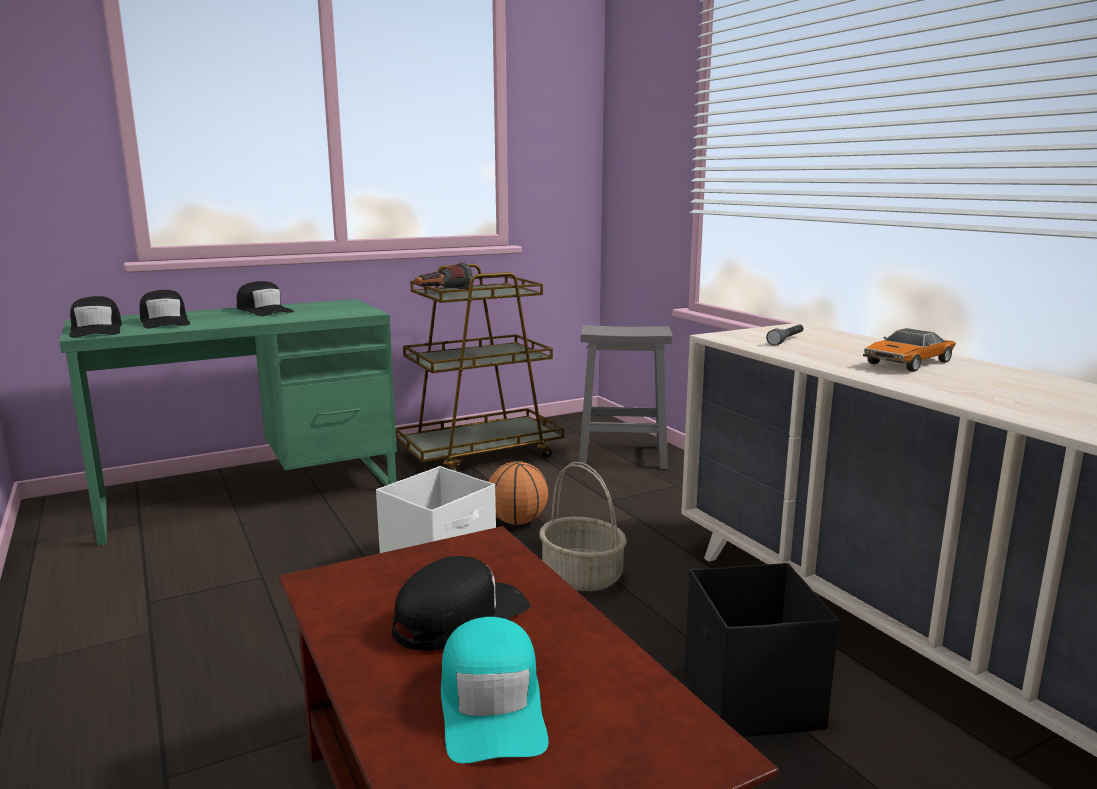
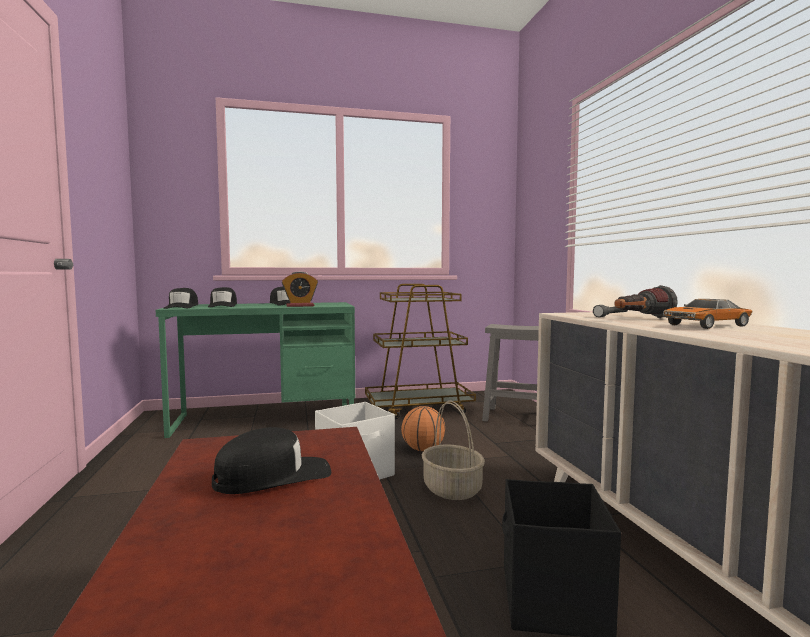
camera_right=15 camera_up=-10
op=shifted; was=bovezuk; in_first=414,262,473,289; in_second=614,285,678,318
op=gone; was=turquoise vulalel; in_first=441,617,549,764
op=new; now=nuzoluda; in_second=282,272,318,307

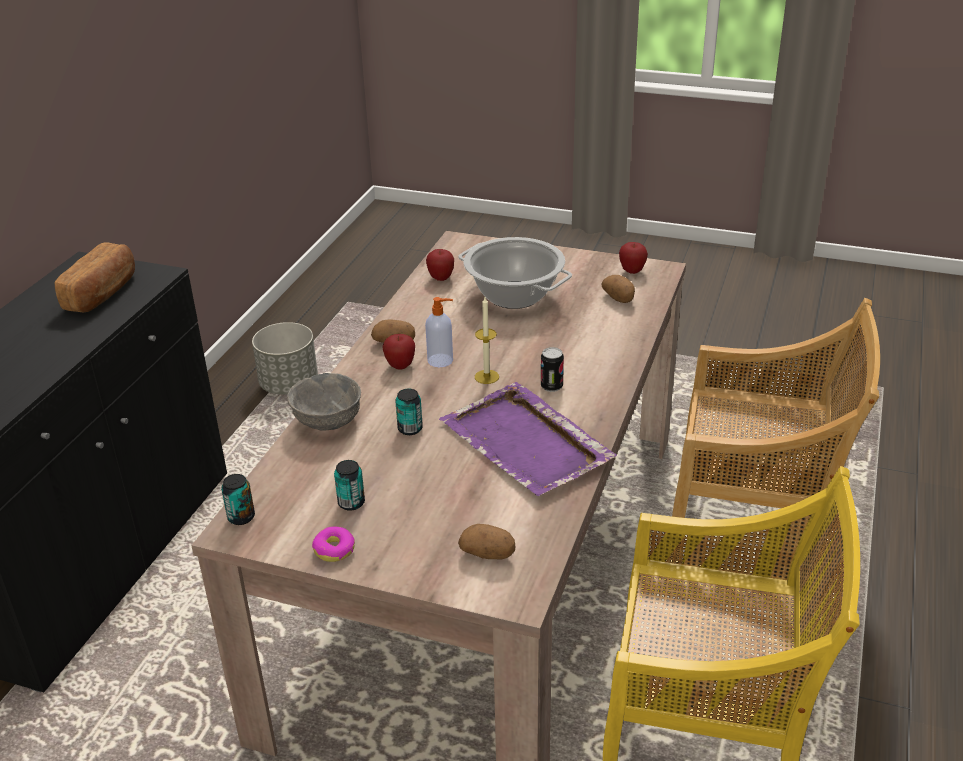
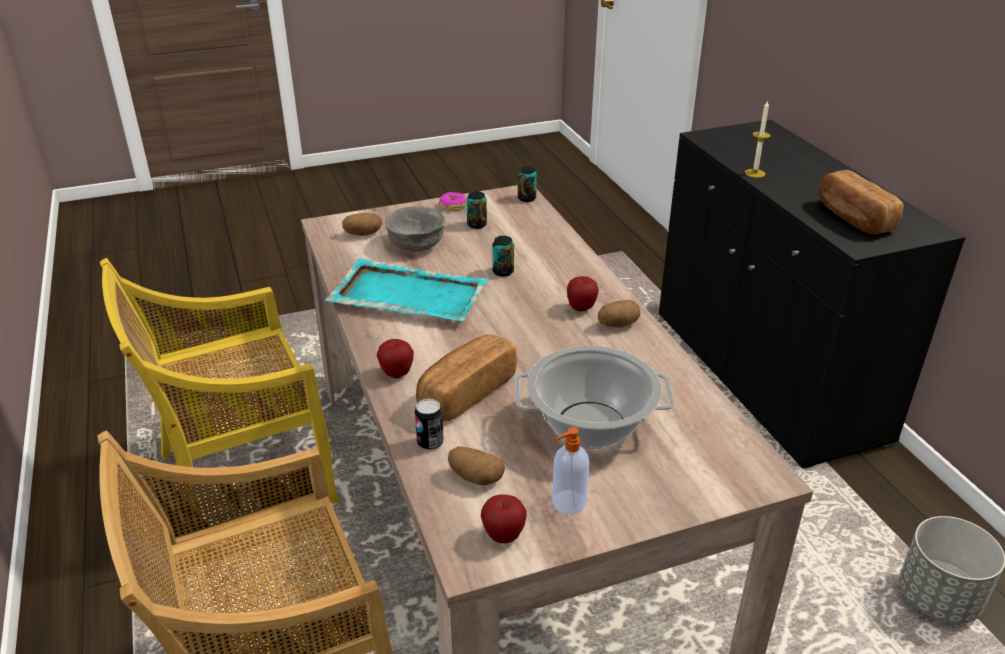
camera_right=140 camera_up=0
op=shifted; was=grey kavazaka; in_first=287,373,361,431; in_second=385,206,446,252
op=shifted; was=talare; in_first=425,297,453,367; in_second=552,427,589,514
op=shifted; was=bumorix; in_first=426,249,454,281; in_second=377,339,414,378
op=repainted; was=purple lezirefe; now=turquoise lezirefe; in_first=439,382,617,496; in_second=325,259,489,321
op=shifted; was=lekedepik; in_first=475,297,499,384; in_second=745,100,771,178
op=shifted; was=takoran; in_first=541,347,564,392; in_second=415,399,444,450
op=new; now=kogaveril; in_second=416,334,517,422

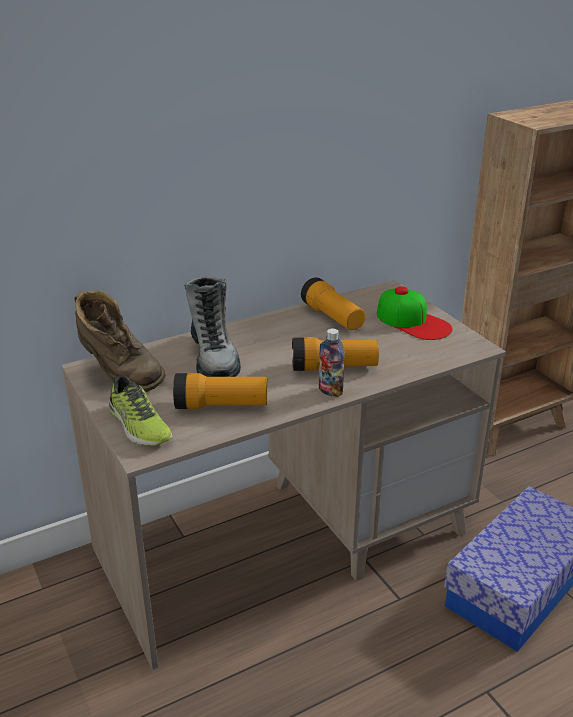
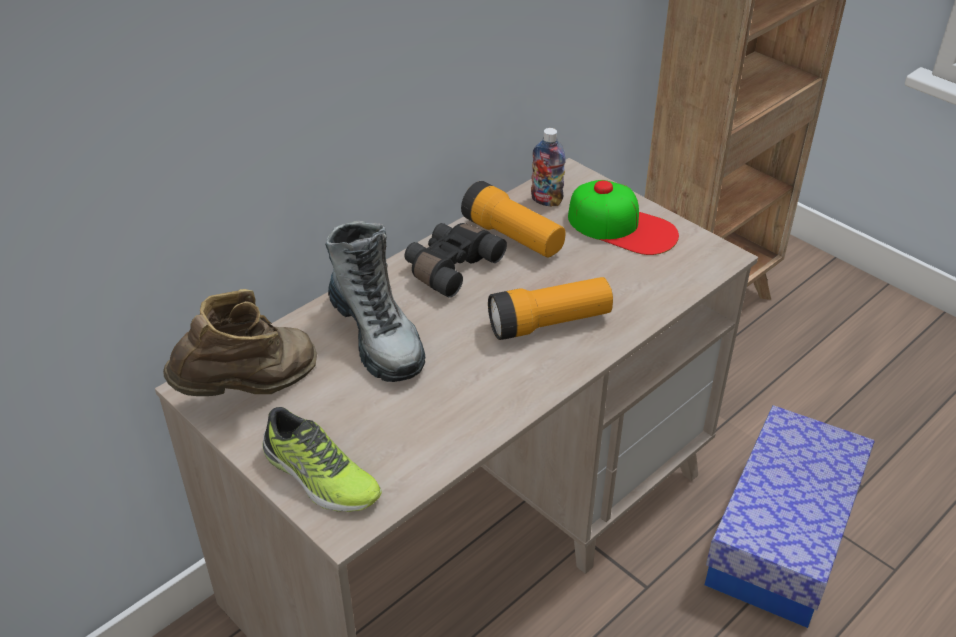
camera_right=-15 camera_up=10
op=rotated; was=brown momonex; in_first=74,290,166,392; in_second=163,289,317,396; clockwise=-60
op=gone; was=bovezuk; in_first=173,373,267,409
op=shifted; was=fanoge; in_first=319,328,344,397; in_second=531,128,566,206
op=new; now=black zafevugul; in_second=404,223,507,298

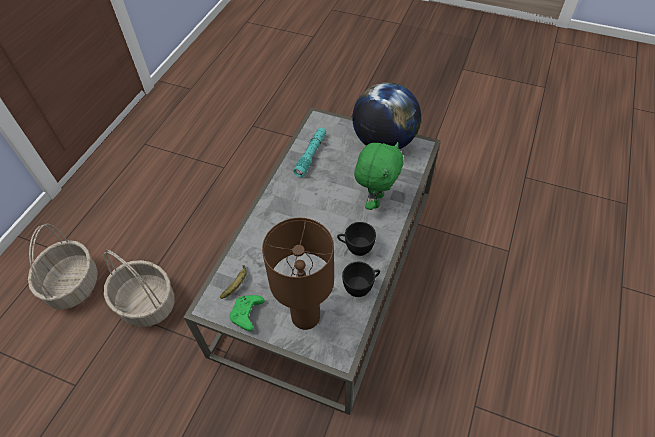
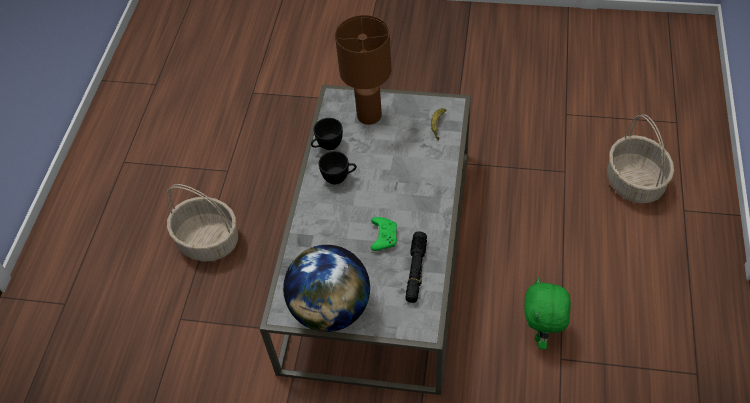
camera_right=170 camera_up=0
op=shifted; was=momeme; in_first=104,250,175,327; in_second=167,184,238,261
op=shifted; was=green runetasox; in_first=230,295,265,331; in_second=371,217,397,251
op=repainted; was=turquoise bovezuk; now=black bovezuk; in_first=293,128,326,177; in_second=406,232,427,303
op=shifted; was=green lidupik; in_first=354,142,404,210; in_second=524,277,571,350

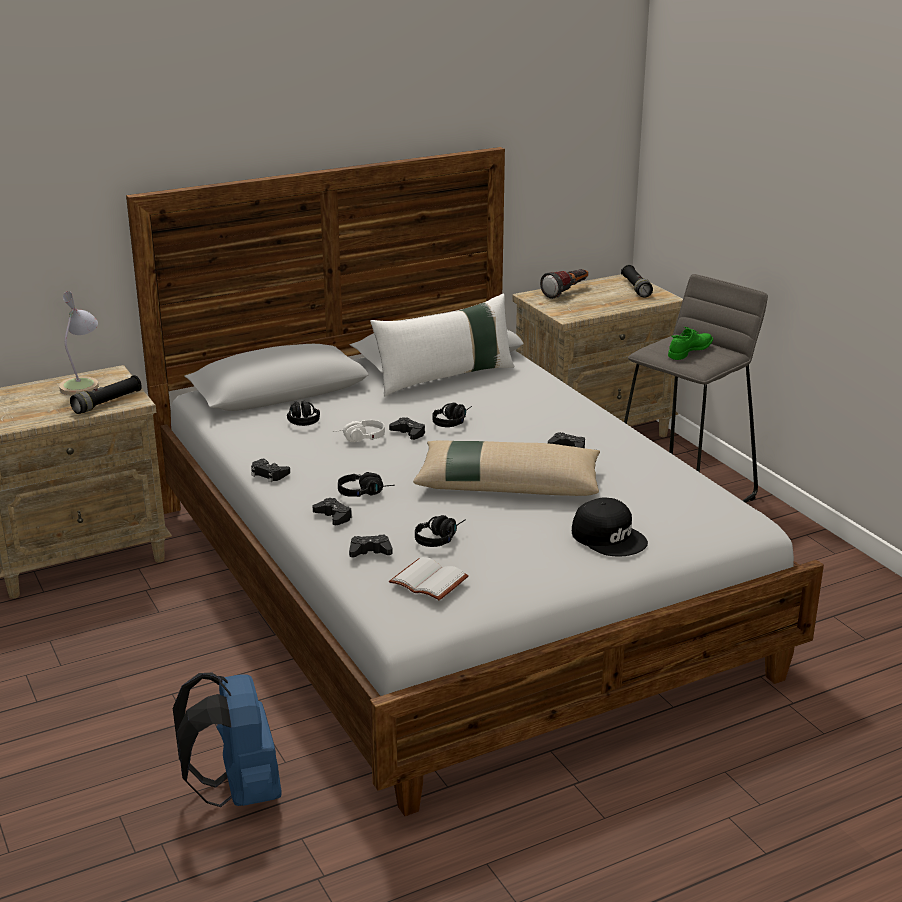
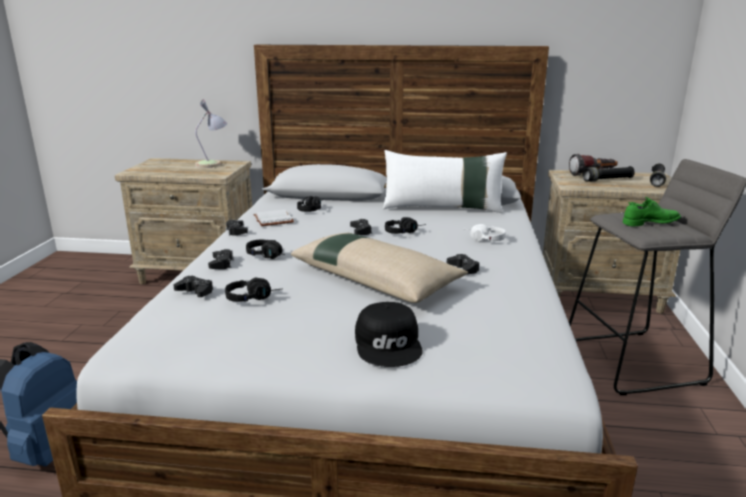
camera_right=35 camera_up=-5
op=shifted; was=black bovezuk; in_first=70,375,142,414; in_second=583,166,635,182
op=shifted; was=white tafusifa; in_first=332,420,385,442; in_second=466,224,506,241
op=shifted; was=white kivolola; in_first=389,557,469,600; in_second=253,209,294,226

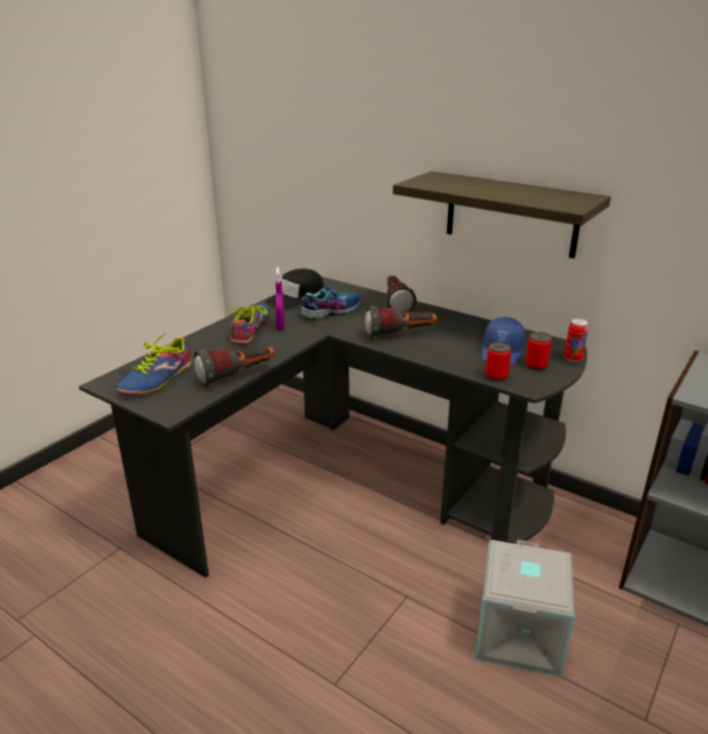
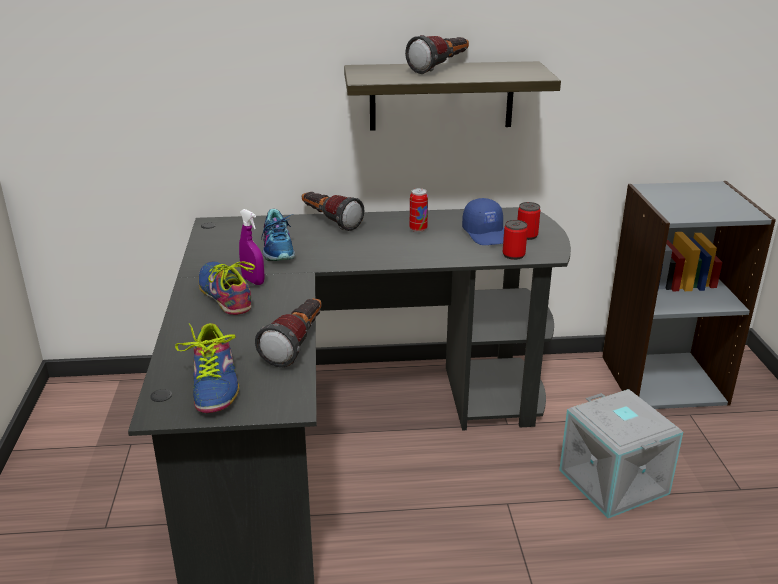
camera_right=-40 camera_up=0
op=gone; was=black vulalel; in_first=266,269,324,309
op=rotated; was=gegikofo; in_first=301,281,360,320; in_second=261,209,295,261; clockwise=150
op=shifted; was=bovezuk; in_first=365,306,437,339; in_second=405,35,469,74
op=shifted; was=takoran; in_first=564,318,588,362; in_second=410,188,428,232

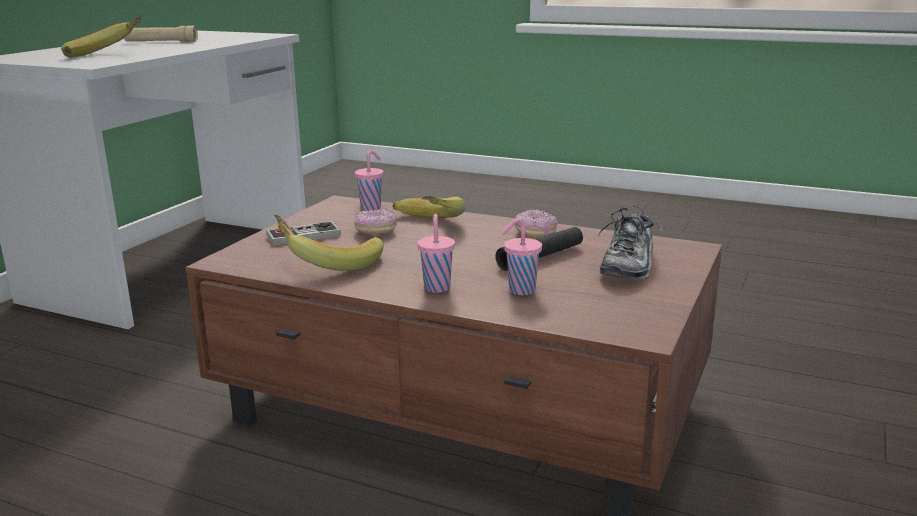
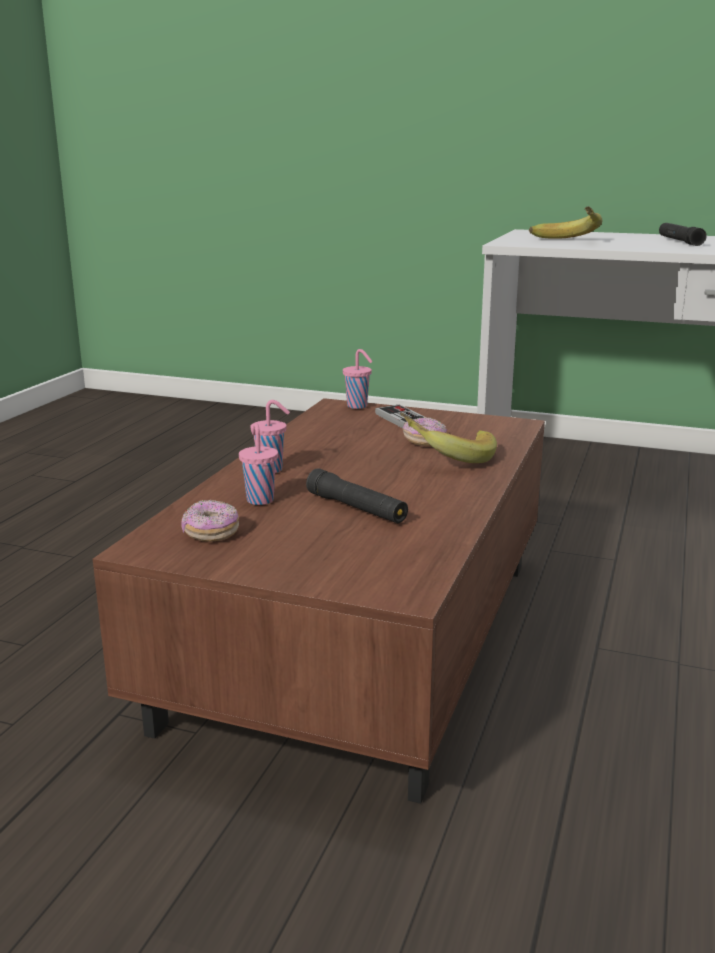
camera_right=85 camera_up=0
op=repainted; was=beige bovezuk; now=black bovezuk; in_first=124,26,198,42; in_second=659,223,707,246
op=gone; was=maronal; in_first=274,215,383,271
op=shifted; was=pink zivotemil; in_first=355,150,384,210; in_second=343,349,372,409
op=shifted; was=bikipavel; in_first=514,209,557,237; in_second=181,500,239,542
op=gone; was=gegikofo; in_first=598,206,662,280

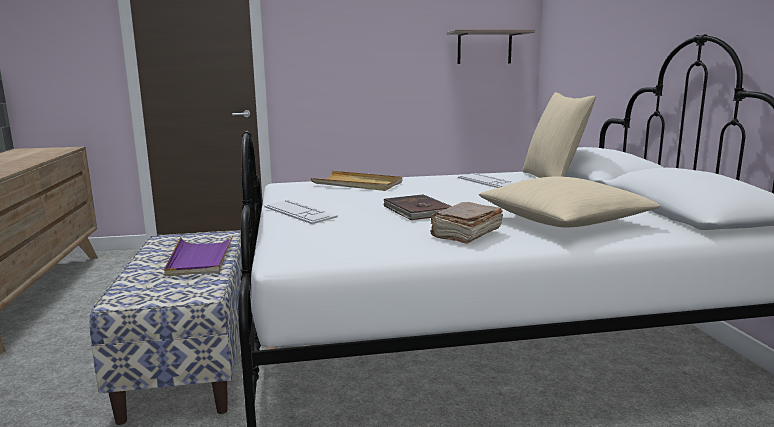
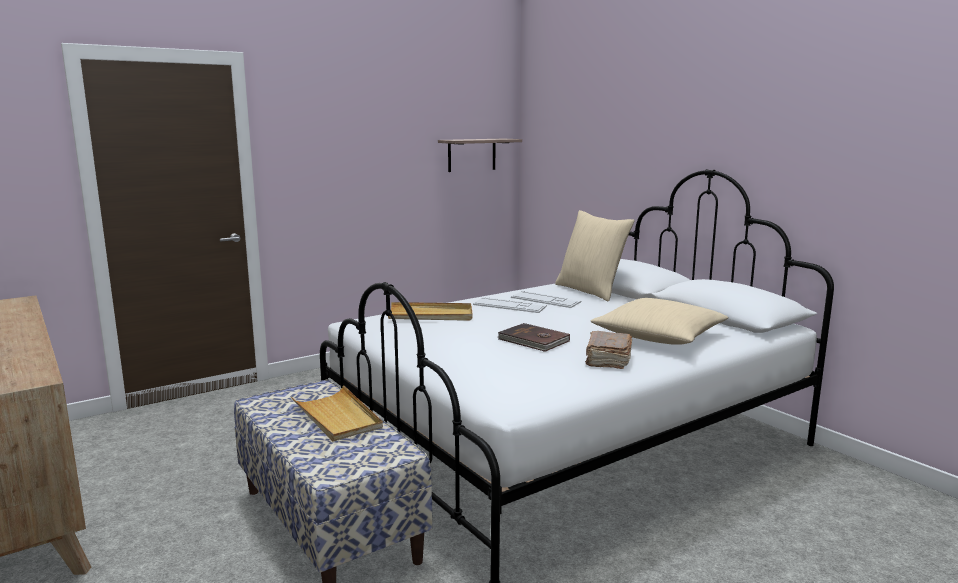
camera_right=-25 camera_up=0
op=repainted; was=purple lezirefe; now=beige lezirefe; in_first=164,234,234,276; in_second=291,385,383,442
op=shifted; was=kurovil; in_first=265,200,338,224; in_second=473,297,547,313

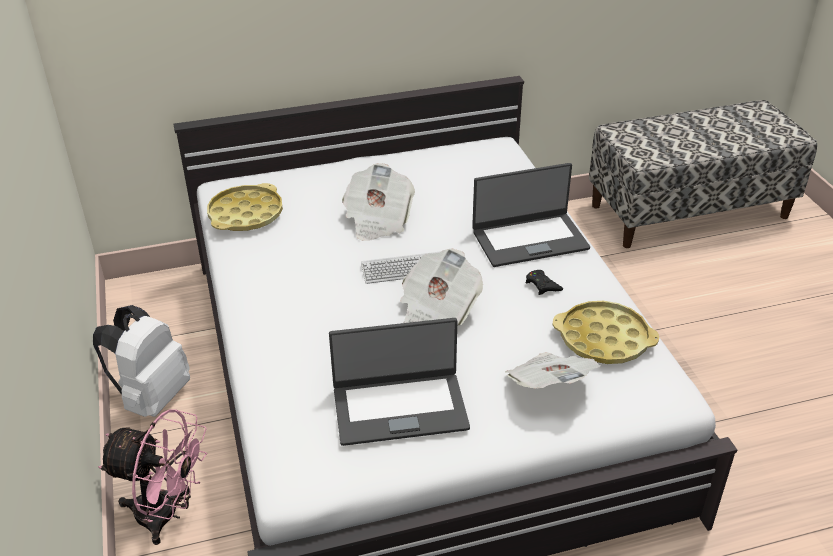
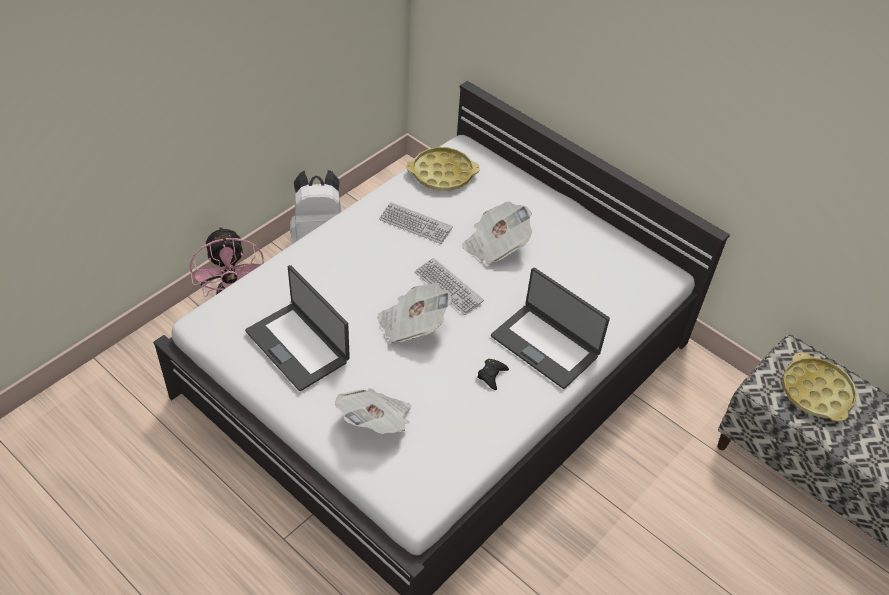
camera_right=55 camera_up=10
op=shifted; was=yellow lezirefe; in_first=553,301,659,364; in_second=782,352,857,422
op=new; now=kurovil; in_second=379,202,453,244

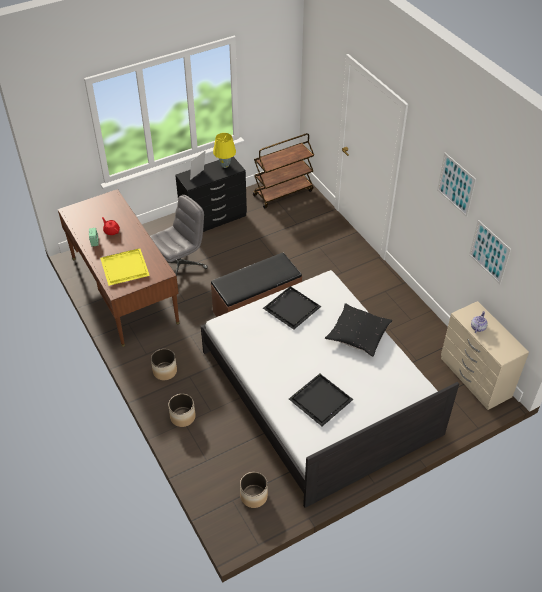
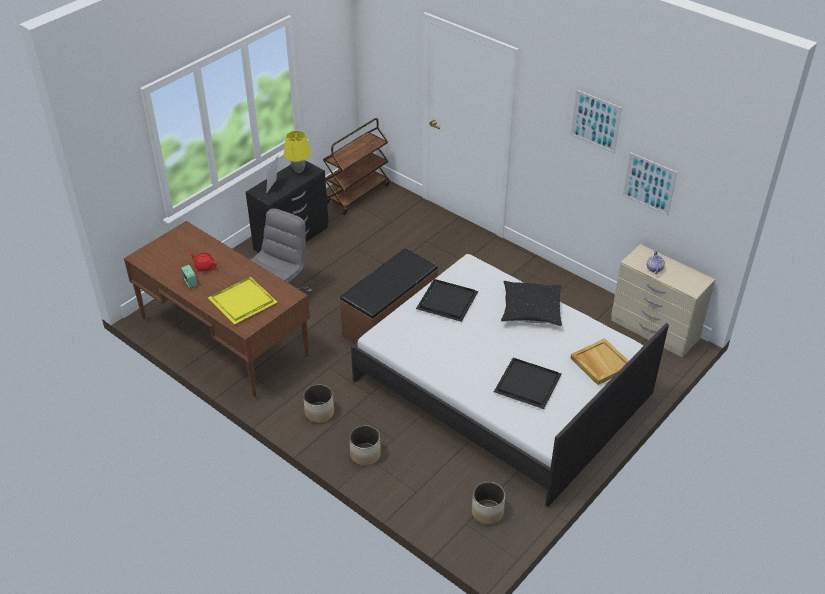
camera_right=-20 camera_up=-5
op=new; now=beige lezirefe; in_second=571,338,629,385

